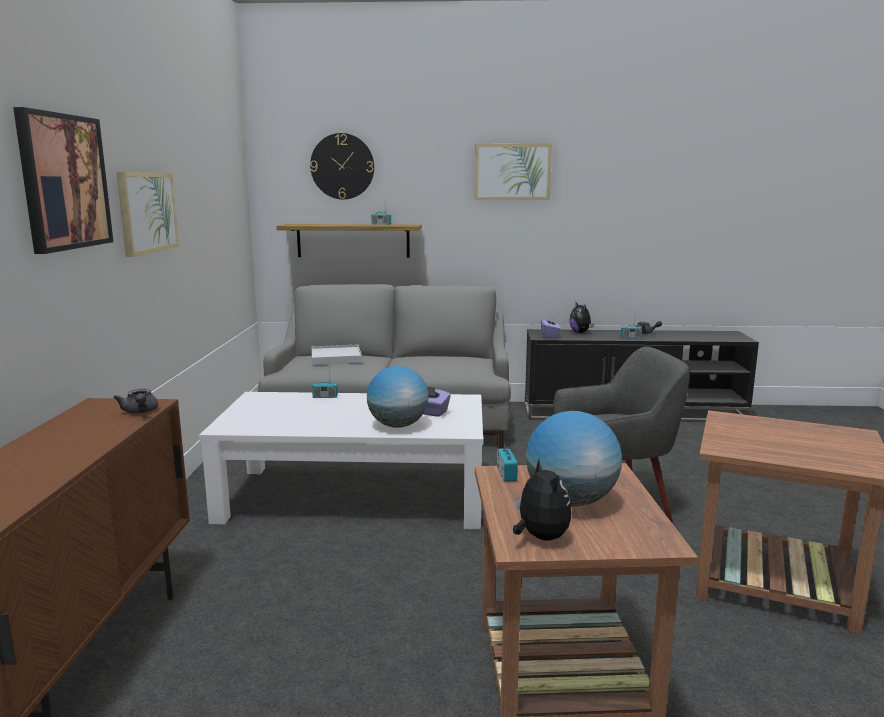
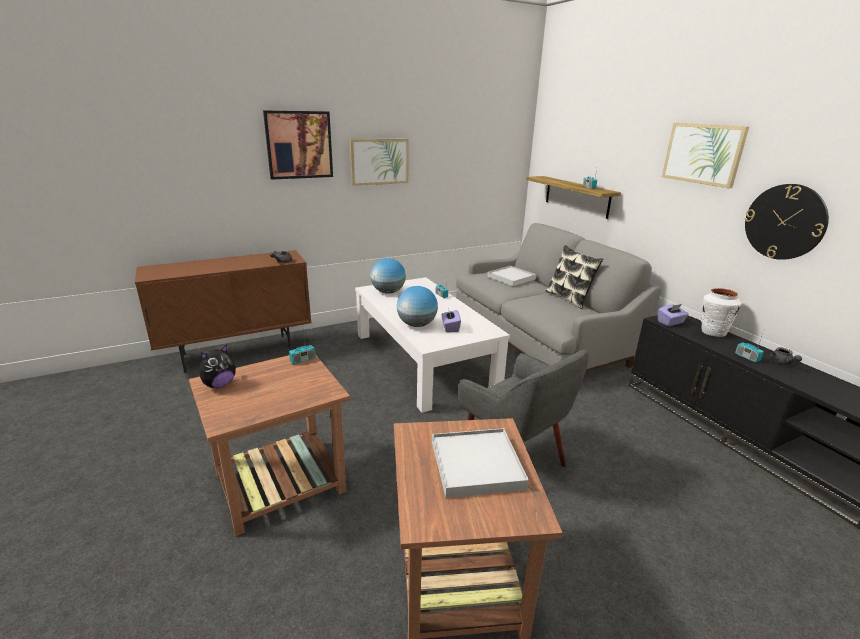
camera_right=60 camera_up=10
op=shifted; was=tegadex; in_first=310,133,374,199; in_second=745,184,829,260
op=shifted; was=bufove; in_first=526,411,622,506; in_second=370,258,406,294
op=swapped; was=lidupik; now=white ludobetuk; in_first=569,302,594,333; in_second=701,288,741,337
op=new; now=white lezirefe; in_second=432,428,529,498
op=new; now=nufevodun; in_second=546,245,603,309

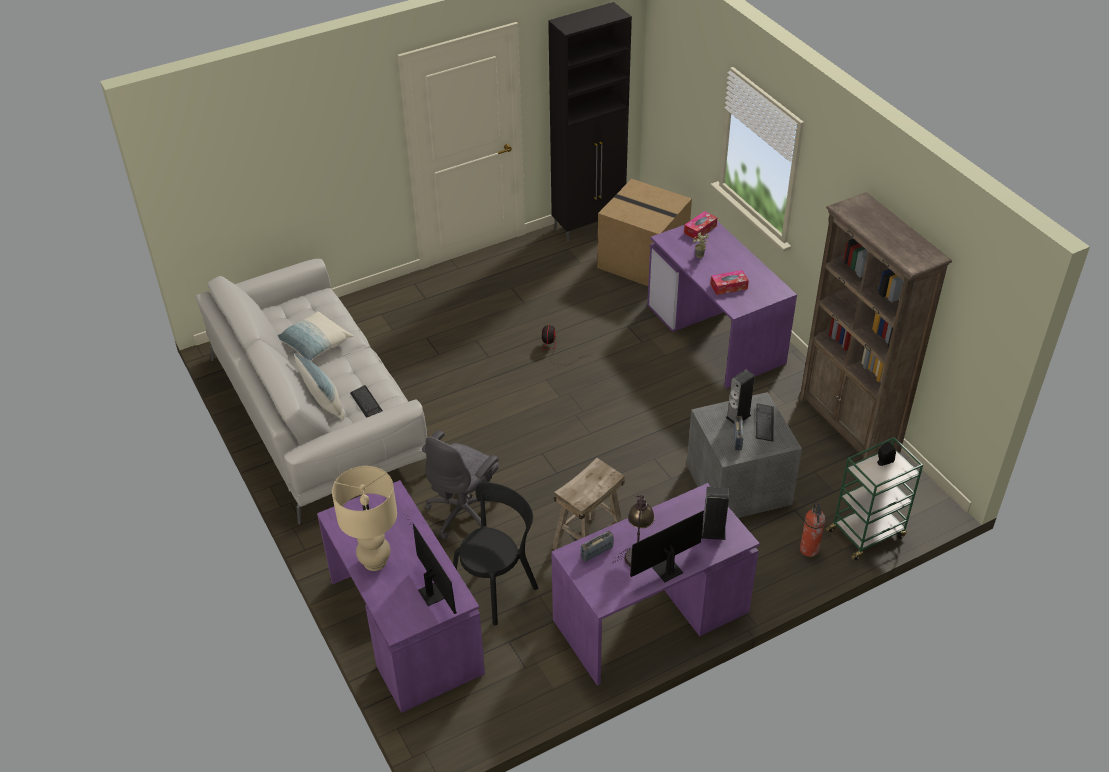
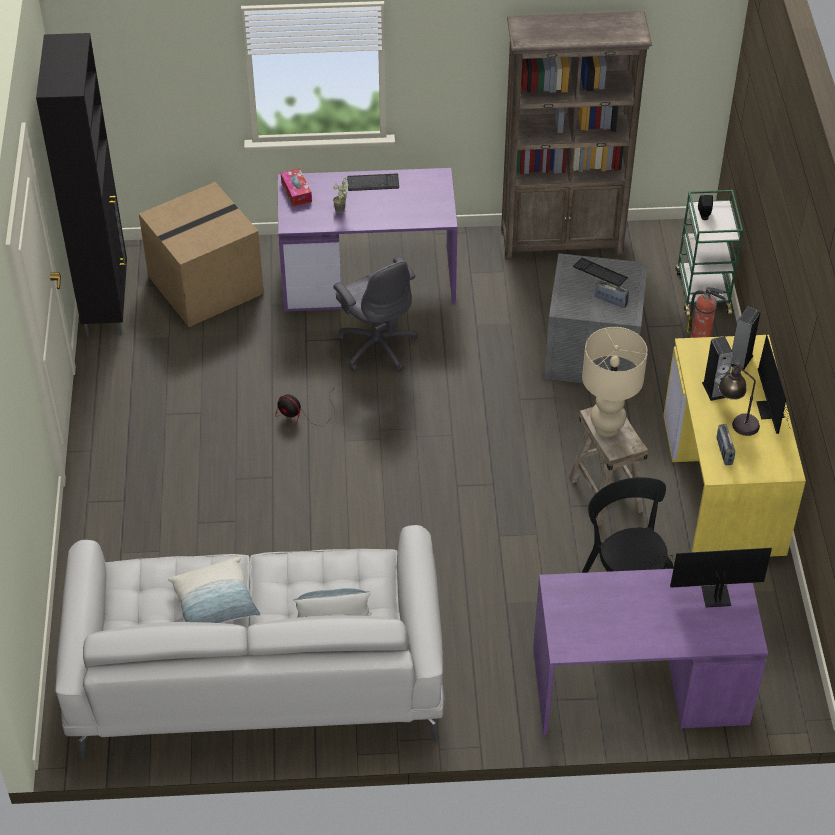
camera_right=-65 camera_up=5
op=shifted; was=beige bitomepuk; in_first=332,466,397,571; in_second=582,327,648,437
op=shifted; was=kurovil; in_first=350,385,383,418; in_second=347,173,399,191
op=shifted; was=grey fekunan; in_first=422,430,499,539; in_second=333,256,417,372
op=repainted; was=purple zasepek; now=yellow zasepek; in_first=551,483,760,686; in_second=663,335,806,557
op=gone; was=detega; in_first=711,270,749,295
op=shifted; was=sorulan; in_first=726,370,755,424; in_second=702,337,733,401

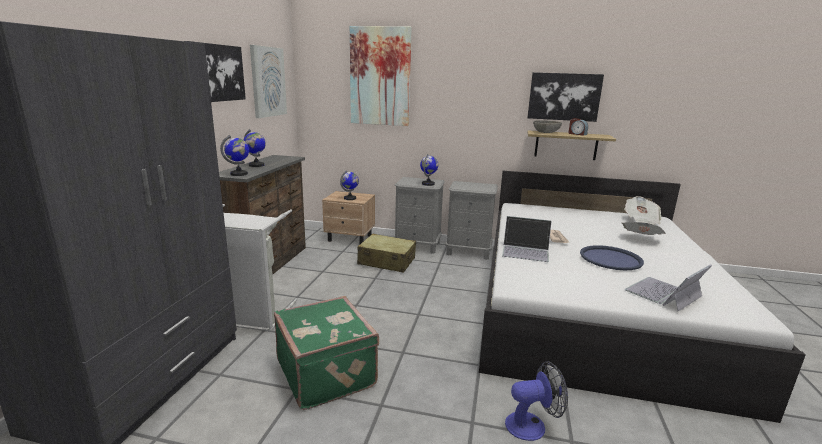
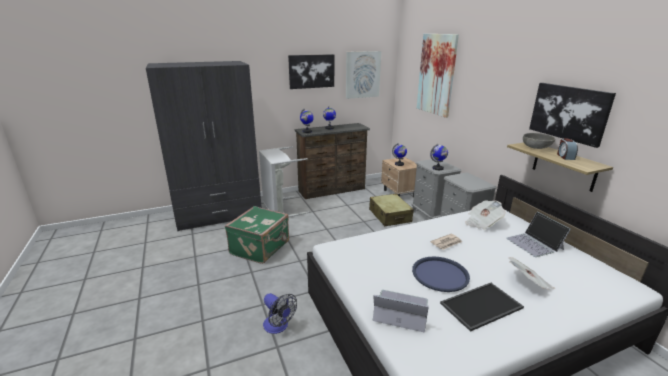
camera_right=55 camera_up=5
op=shifted; was=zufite; in_first=502,216,552,262; in_second=506,212,571,257
op=shifted; was=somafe; in_first=625,196,661,225; in_second=465,200,506,230
op=new; now=lezirefe; in_second=440,283,524,332

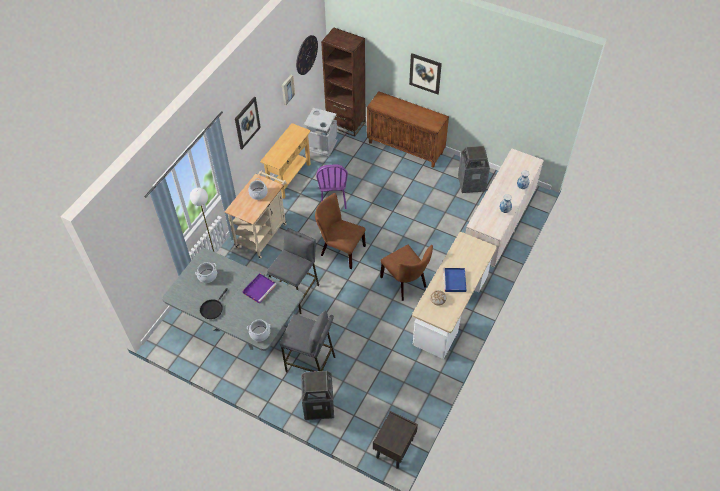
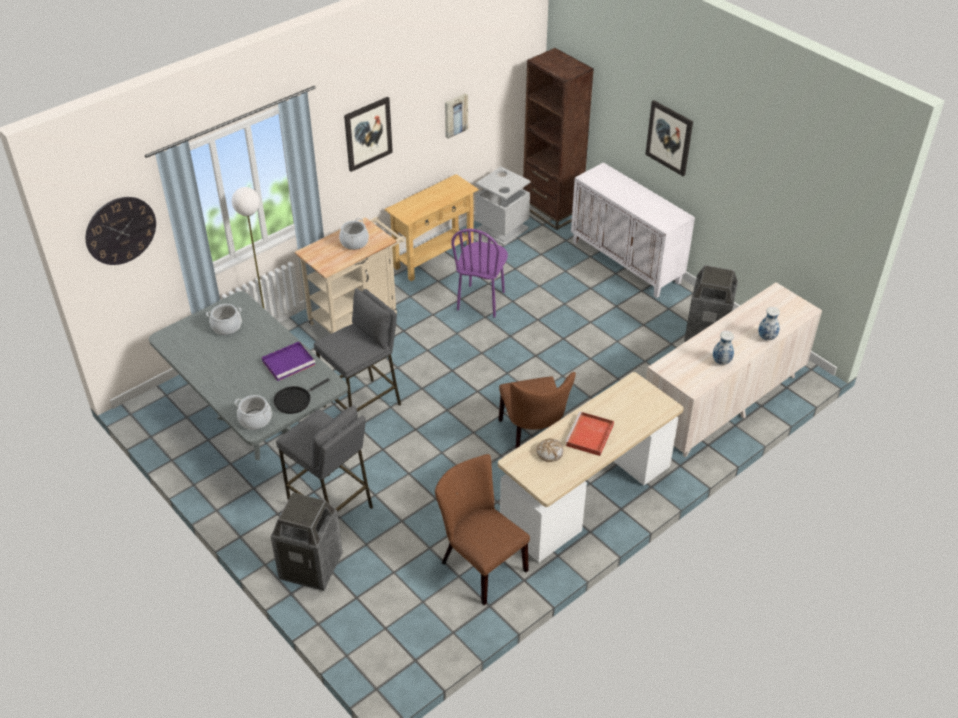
camera_right=20 camera_up=-10
op=shifted; was=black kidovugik; in_first=200,288,228,319; in_second=274,378,330,414
op=shifted; was=tegadex; in_first=296,35,318,75; in_second=85,197,156,265
op=shifted; was=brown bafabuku; in_first=315,193,366,269; in_second=435,454,530,605
op=repainted; was=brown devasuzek; now=white devasuzek; in_first=367,91,449,168; in_second=571,162,695,298
op=gone; was=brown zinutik; in_first=373,411,418,469
op=repainted; was=blue lezirefe; now=red lezirefe; in_first=443,268,466,292; in_second=565,412,614,456

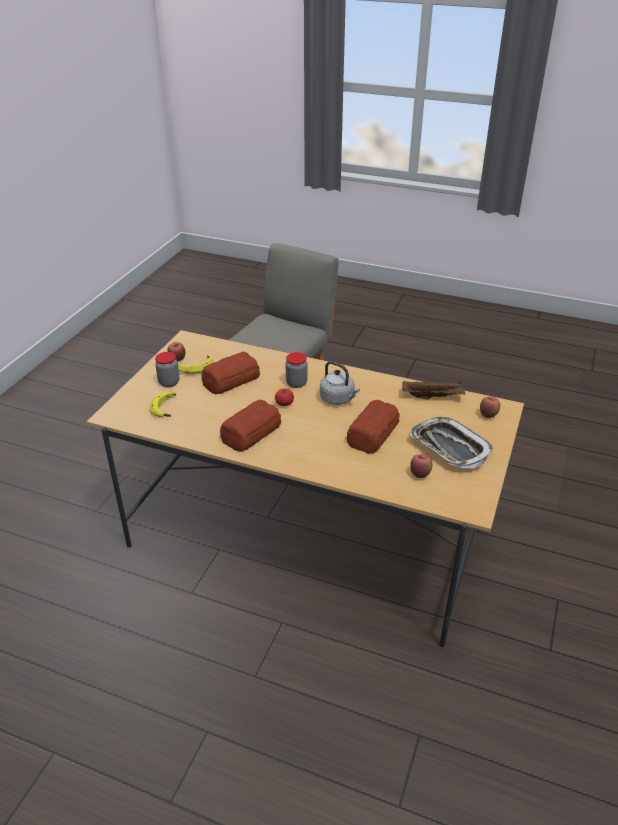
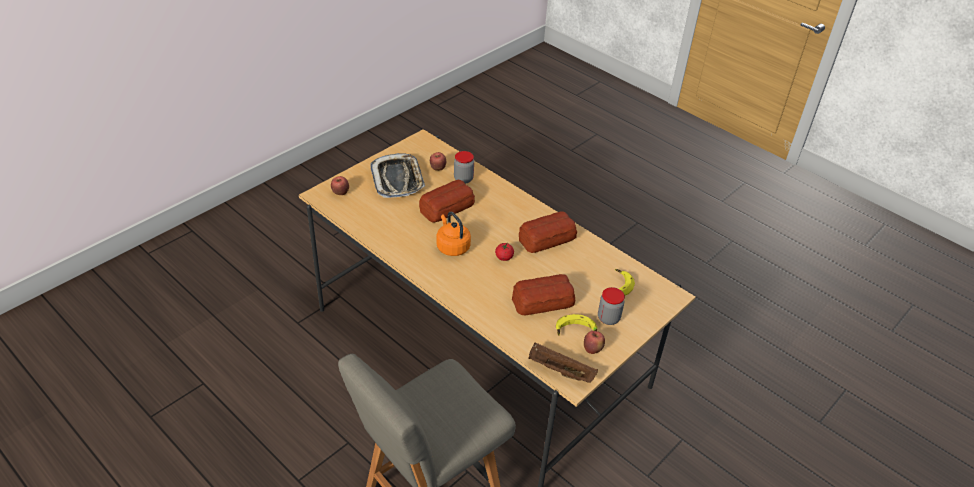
camera_right=-160 camera_up=5
op=shifted; was=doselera; in_first=285,352,307,388; in_second=454,151,474,184
op=repainted; was=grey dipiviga; now=orange dipiviga; in_first=320,361,360,405; in_second=436,212,471,256
op=shifted; was=brown lezirefe; in_first=402,381,465,400; in_second=528,342,598,383

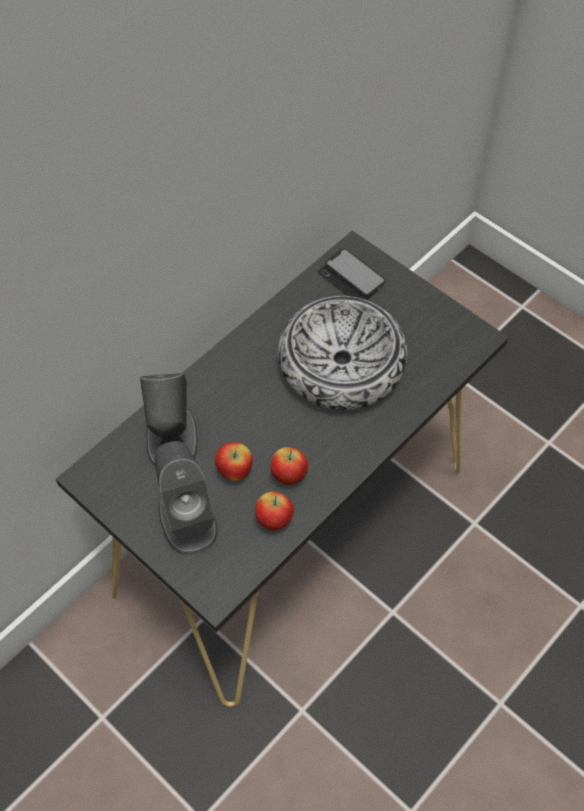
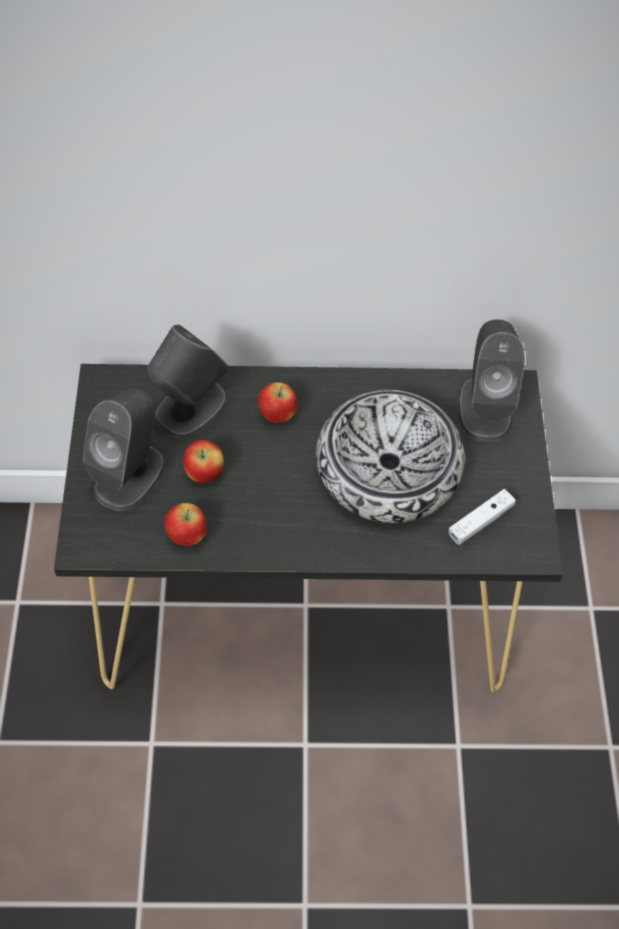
camera_right=45 camera_up=0
op=shifted; was=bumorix; in_first=270,447,308,485; in_second=258,382,297,423
op=swapped; was=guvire; now=grey sorulan; in_first=318,248,386,300; in_second=458,320,525,442
op=new; now=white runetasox; in_second=448,489,516,544

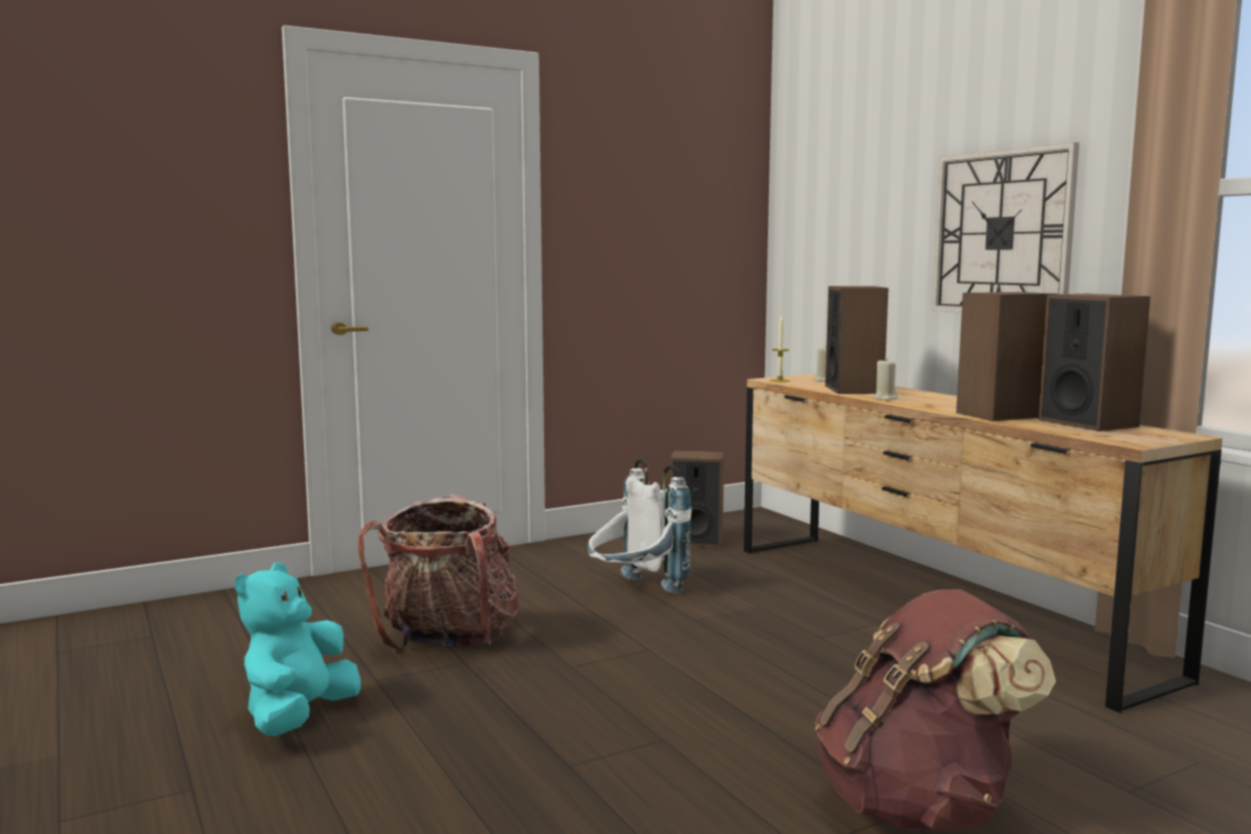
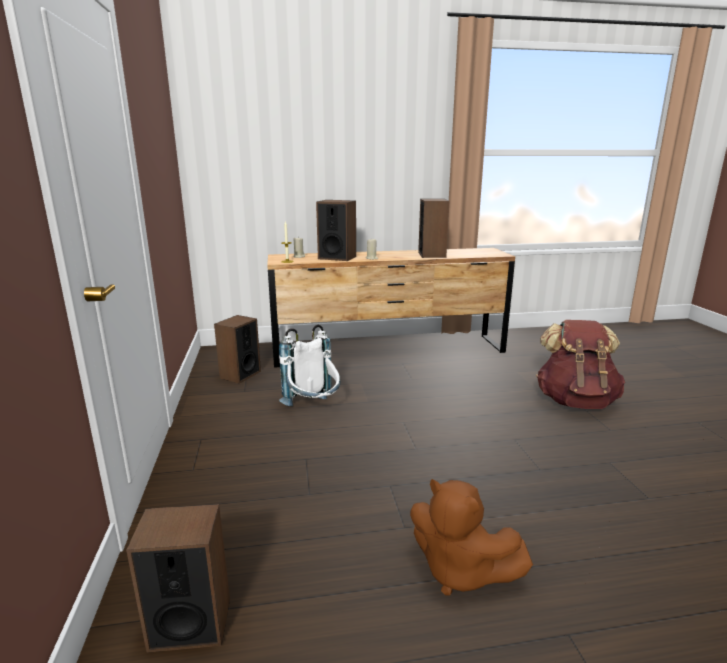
camera_right=-70 camera_up=10
op=repainted; was=turquoise lidupik; now=brown lidupik; in_first=234,562,361,736; in_second=410,479,533,595
op=gone; was=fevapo; in_first=358,494,520,649
op=gone; was=tegadex; in_first=932,142,1079,313
op=shifted; was=sorulan; in_first=1038,294,1151,431; in_second=126,504,230,653

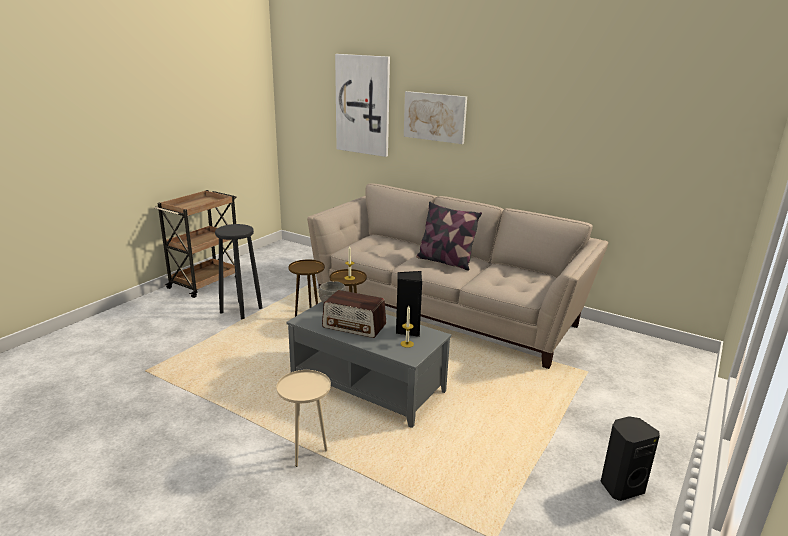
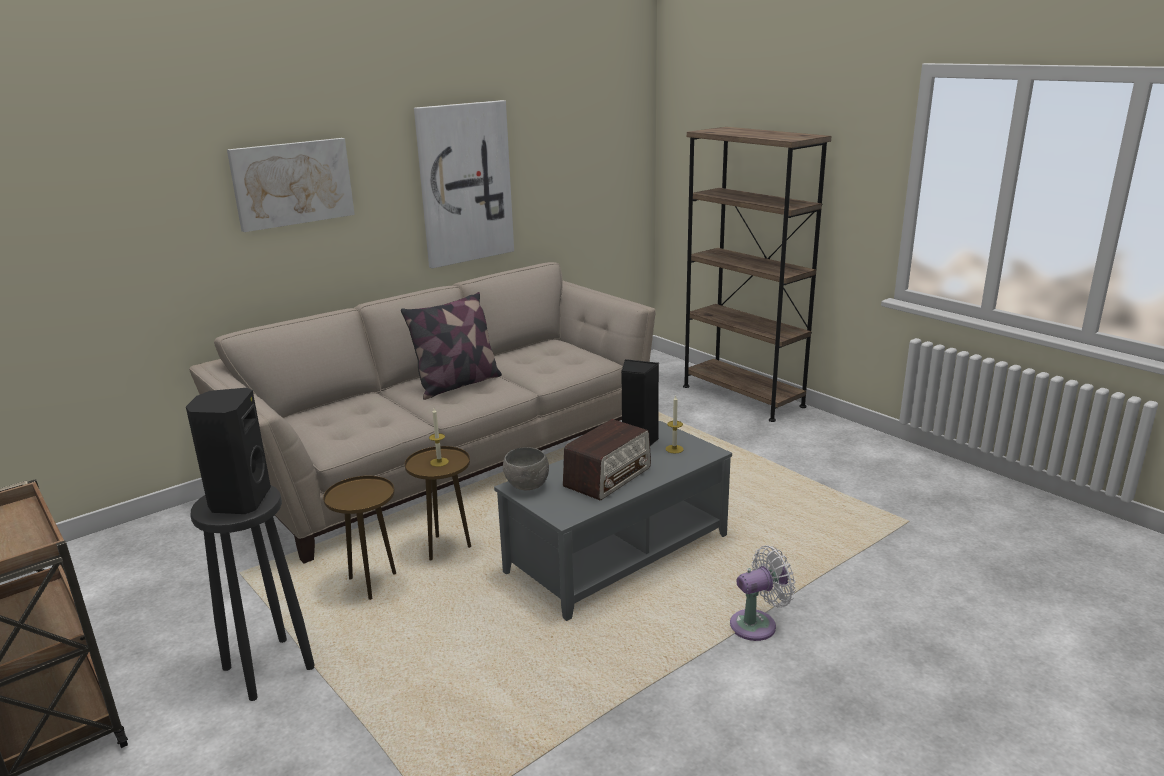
camera_right=-70 camera_up=0
op=swapped; was=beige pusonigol; now=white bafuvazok; in_first=276,370,331,467; in_second=730,546,796,641
op=shifted; was=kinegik; in_first=335,54,390,157; in_second=414,100,514,268
op=shifted; was=black sorulan; in_first=600,416,660,501; in_second=186,388,271,514
op=new; now=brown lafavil; in_second=683,127,831,422

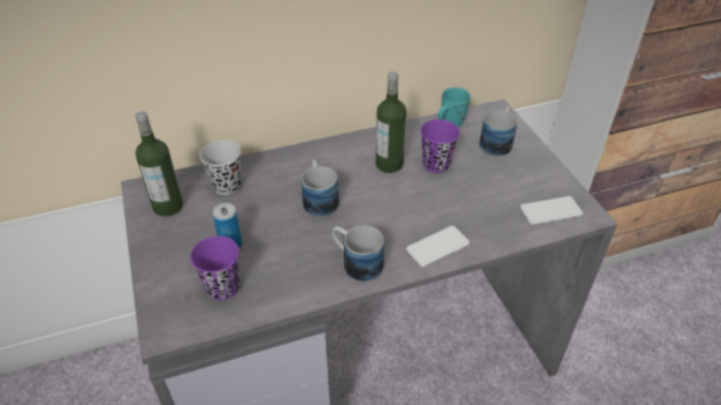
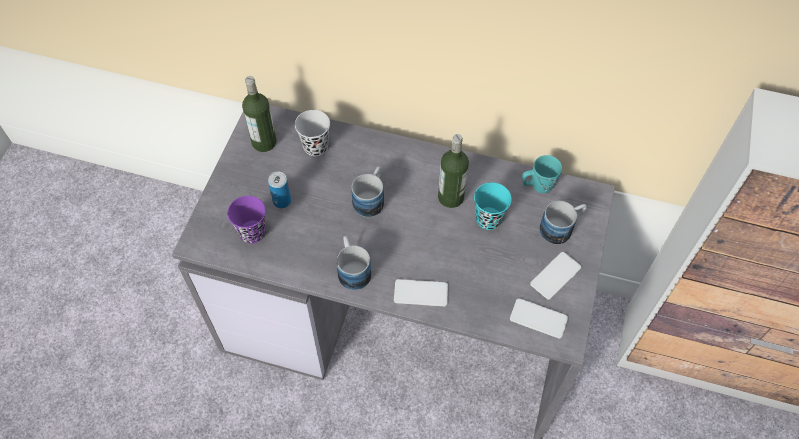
camera_right=35 camera_up=15
op=repainted; was=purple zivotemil; now=turquoise zivotemil; in_first=420,119,460,173; in_second=474,182,512,230
op=new; now=guvire; in_second=530,252,581,300

